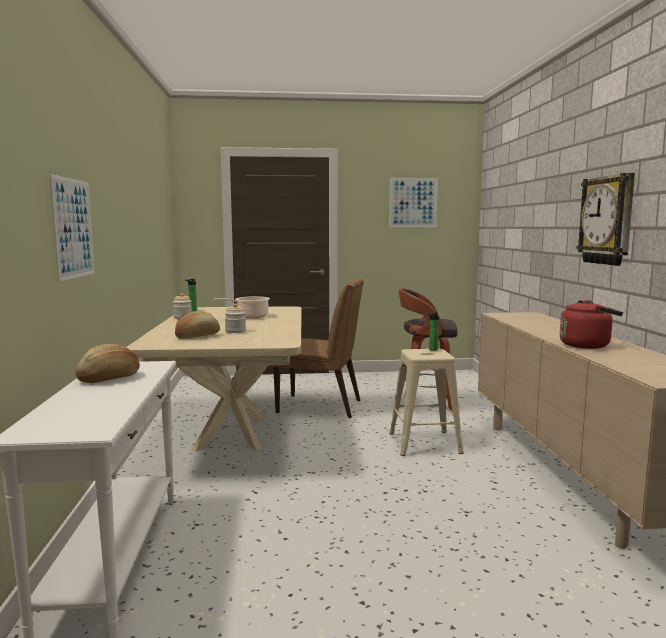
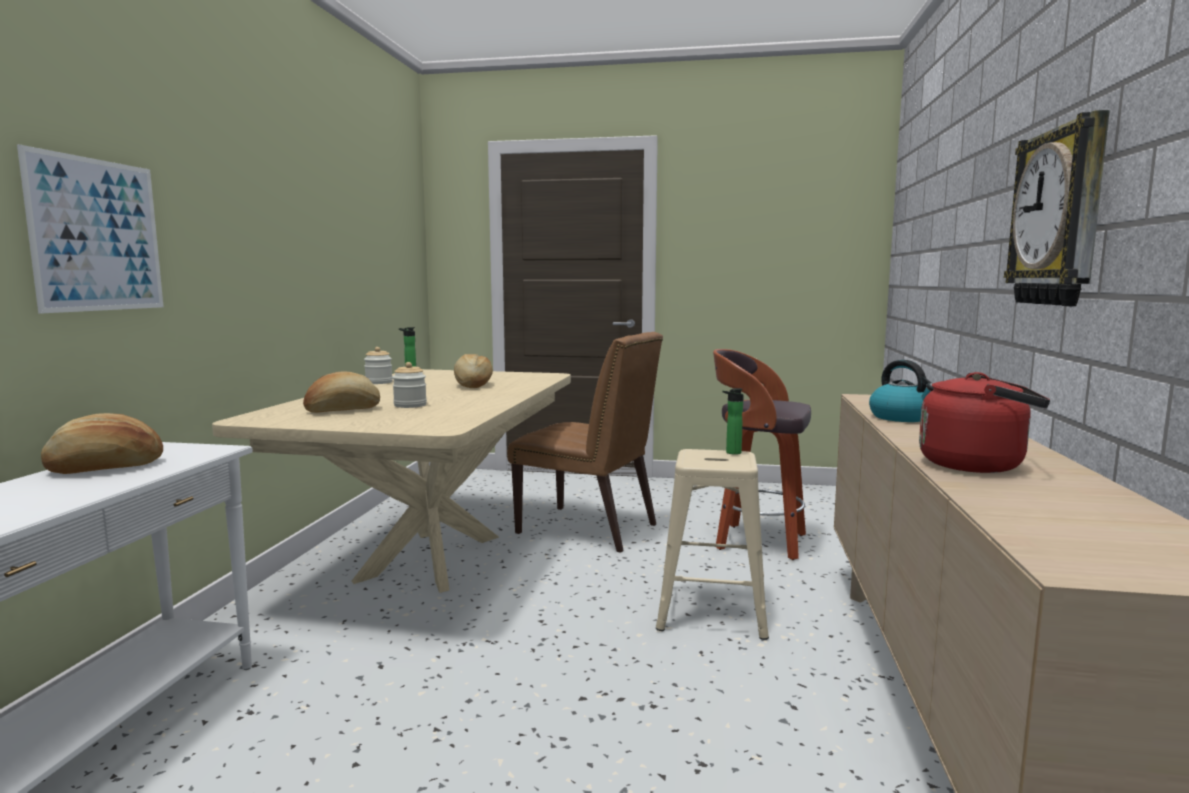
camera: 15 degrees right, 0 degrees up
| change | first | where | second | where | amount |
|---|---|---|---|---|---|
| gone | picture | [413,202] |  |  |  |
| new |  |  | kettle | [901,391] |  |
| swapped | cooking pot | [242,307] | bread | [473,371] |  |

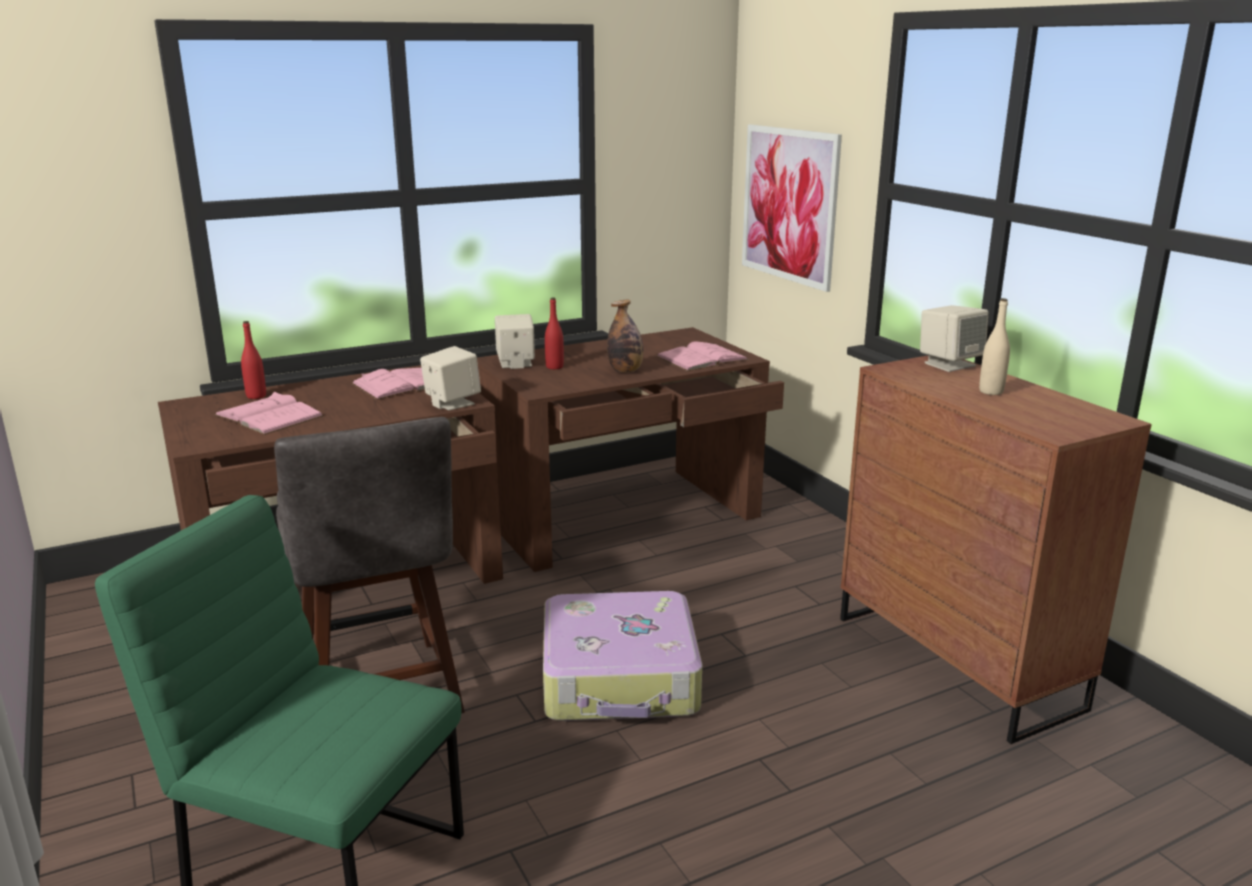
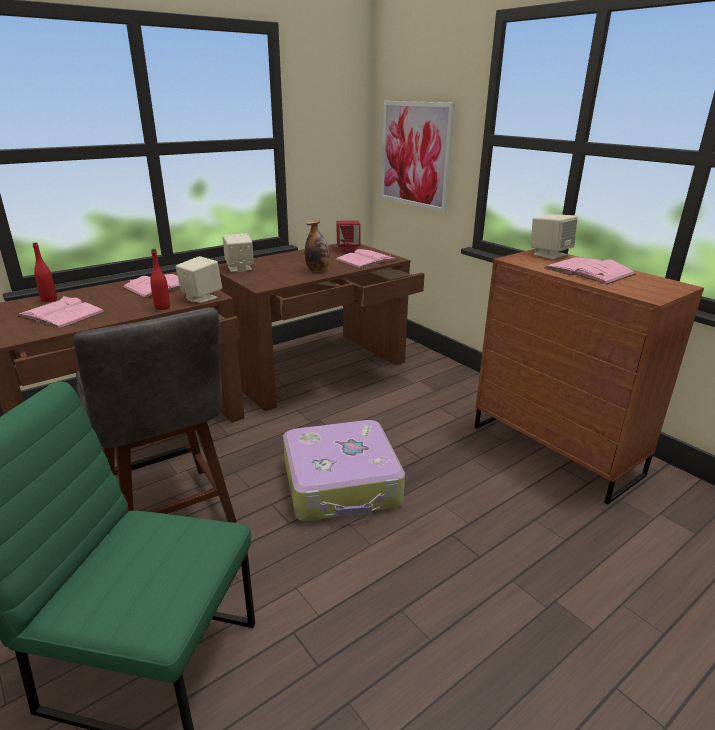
camera: 10 degrees left, 5 degrees up
| change | first | where | second | where | amount |
|---|---|---|---|---|---|
| new |  |  | red speaker | [348,236] |  |
| shifted | red bottle | [554,333] |  | [160,279] |  |
| swapped | beige bottle | [994,346] | pink book | [590,270] |  |

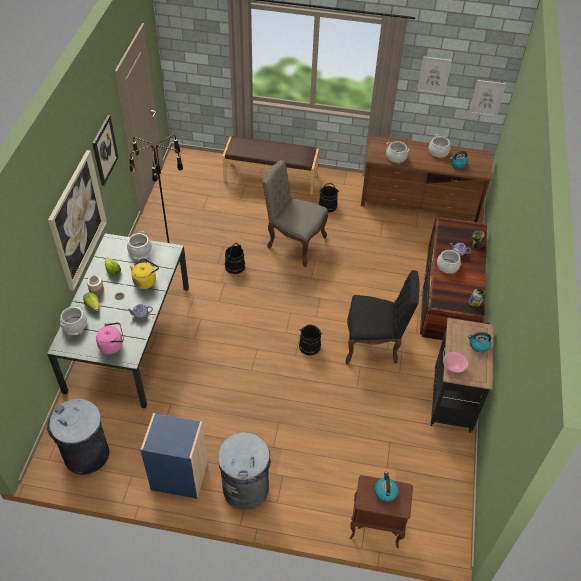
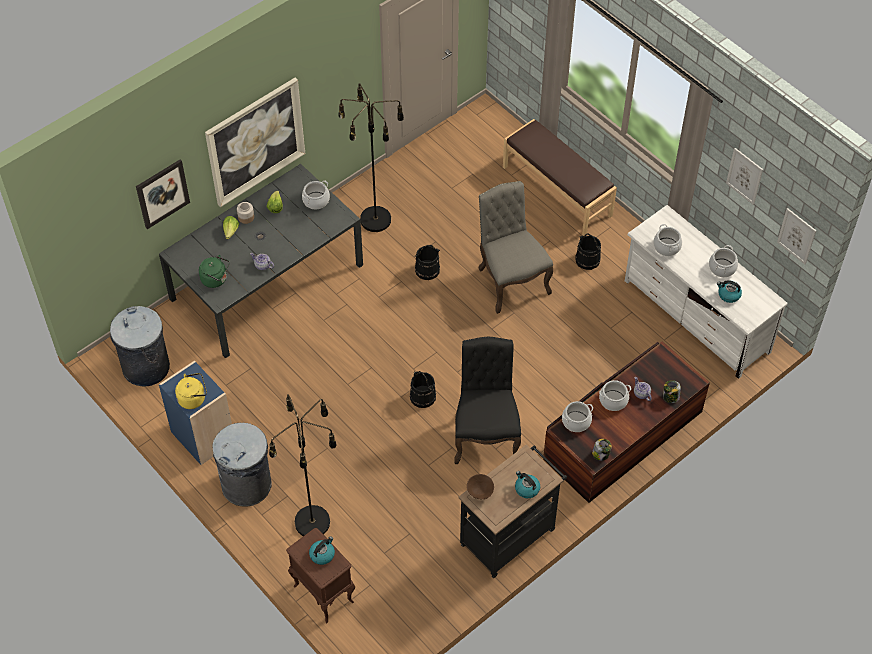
camera: 40 degrees right, 5 degrees up
| change | first | where | second | where | amount |
|---|---|---|---|---|---|
| new |  |  | floor lamp | [302,465] |  |
| shifted | cooking pot | [73,319] |  | [577,416] |  |
| shifted | picture | [105,150] |  | [163,194] |  |
| shifted | yellow kettle | [144,273] |  | [191,391] |  |
| repainted | pink kettle | [110,338] | green kettle | [214,271] |  |
| repainted | brown dresser | [426,178] | white dresser | [706,292] |  |
| repainted | pink bowl | [455,362] | brown bowl | [480,486] |  |
| rotated | black chair | [383,317] |  | [487,400] | 135 degrees counterclockwise |

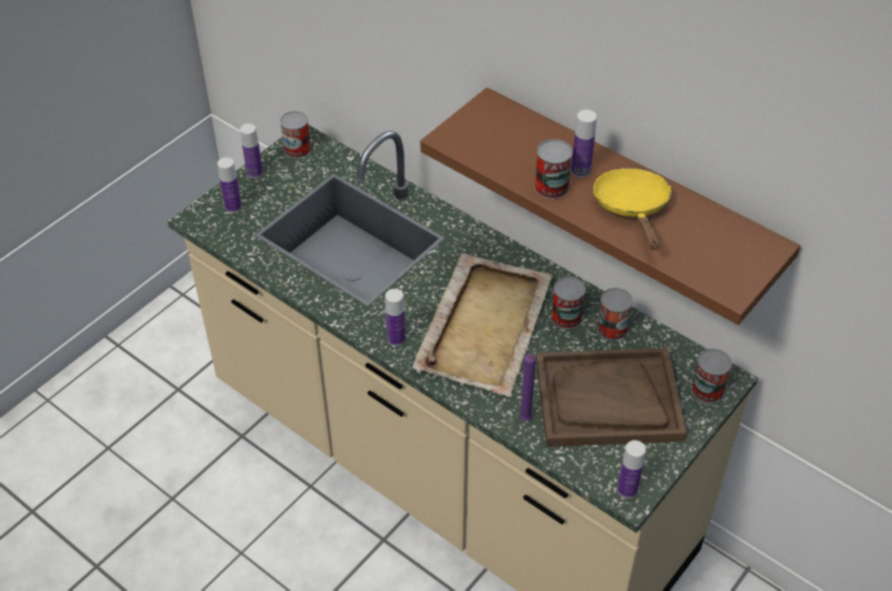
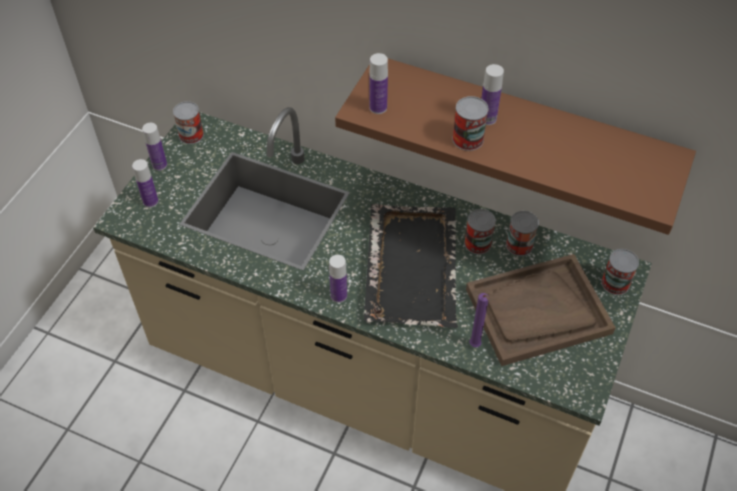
camera: 15 degrees left, 5 degrees up
| change | first | where | second | where | amount |
|---|---|---|---|---|---|
| gone | yellow frying pan | [632,209] |  |  |  |
| shifted | bottle | [631,469] |  | [378,83] |  |
| repainted | beige tray | [482,325] | black tray | [411,266] |  |

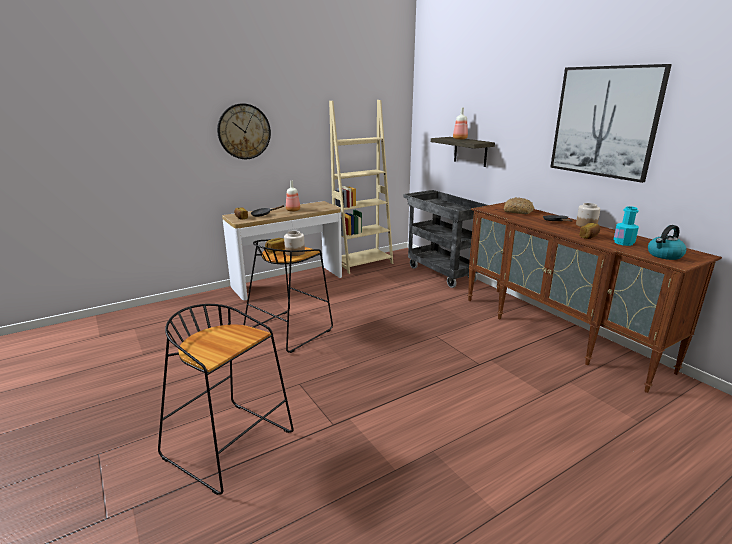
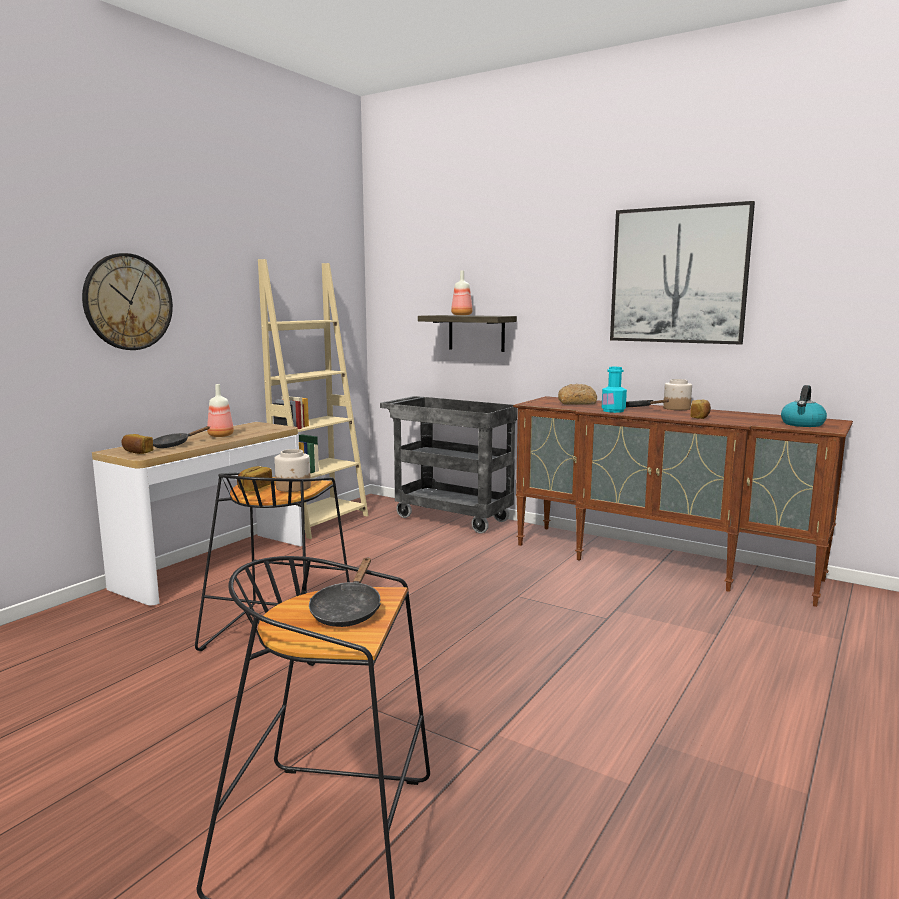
camera: 25 degrees left, 10 degrees down
| change | first | where | second | where | amount |
|---|---|---|---|---|---|
| new |  |  | black frying pan | [345,592] |  |
| shifted | turquoise bottle | [626,226] |  | [614,390] |  |

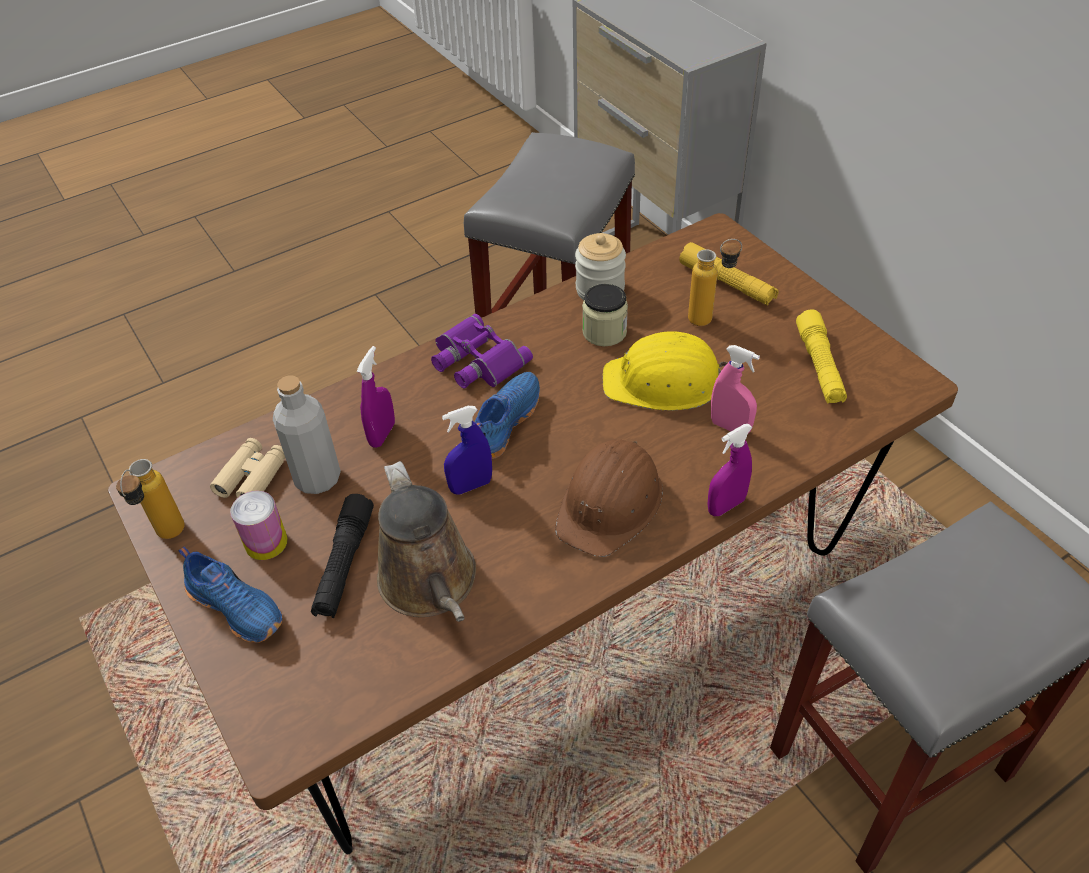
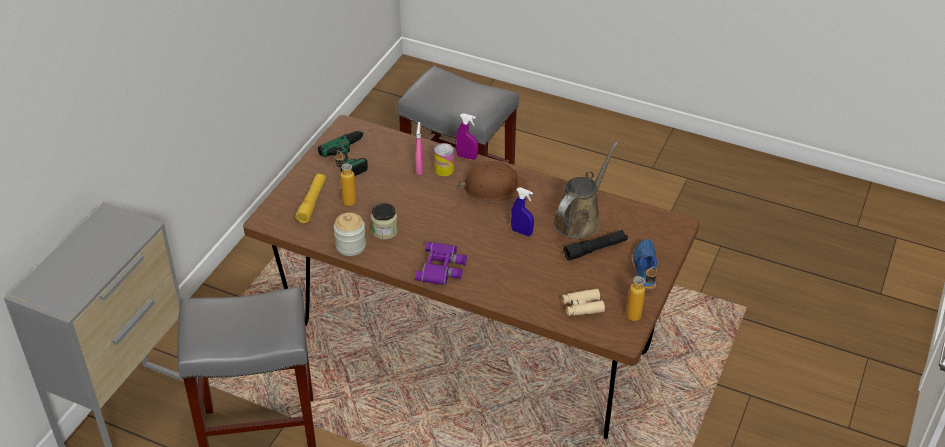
camera: 125 degrees left, 5 degrees down
| change | first | where | second | where | amount |
|---|---|---|---|---|---|
| gone | grey bottle | [307,434] |  |  |  |
| gone | purple spray bottle | [376,397] |  |  |  |
| gone | blue shoe | [507,415] |  |  |  |
| gone | yellow hard hat | [665,371] |  |  |  |
| shifted | can | [259,525] |  | [444,159] |  |
| swapped | yellow flashlight | [821,356] | power drill | [345,152] |  |

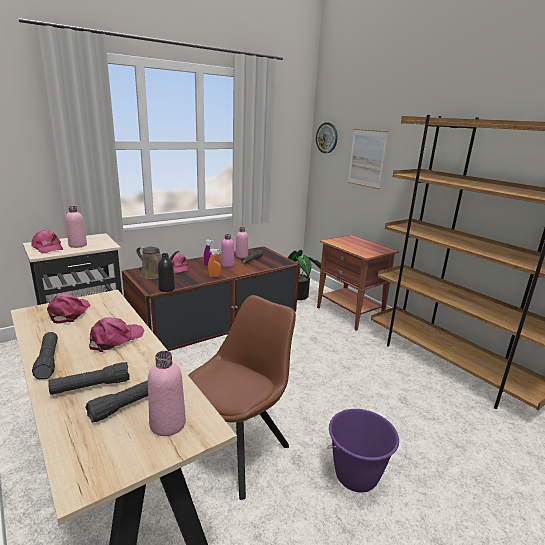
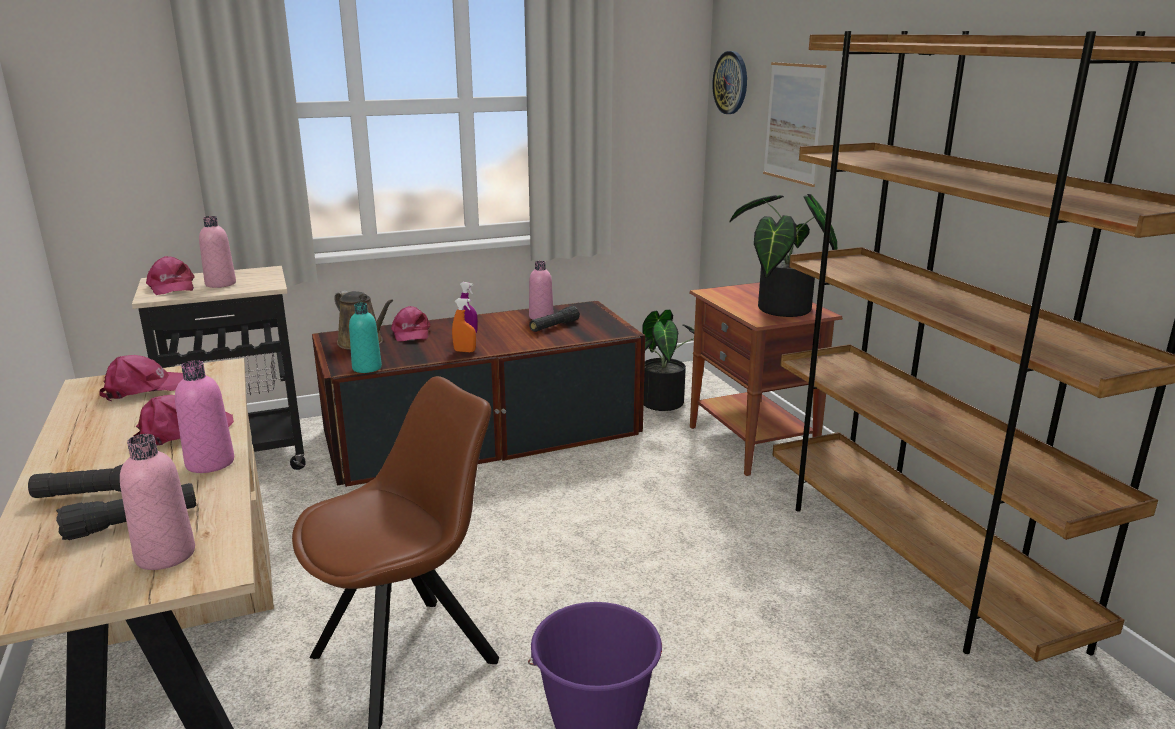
camera: 15 degrees right, 0 degrees up
| change | first | where | second | where | amount |
|---|---|---|---|---|---|
| gone | black flashlight | [45,355] |  |  |  |
| new |  |  | potted plant | [783,255] |  |
| shifted | pink bottle | [227,250] |  | [204,416] |  |
| repainted | black bottle | [166,272] | turquoise bottle | [365,338] |  |
| rotated | pink cap | [69,308] |  | [141,378] | 45 degrees clockwise |

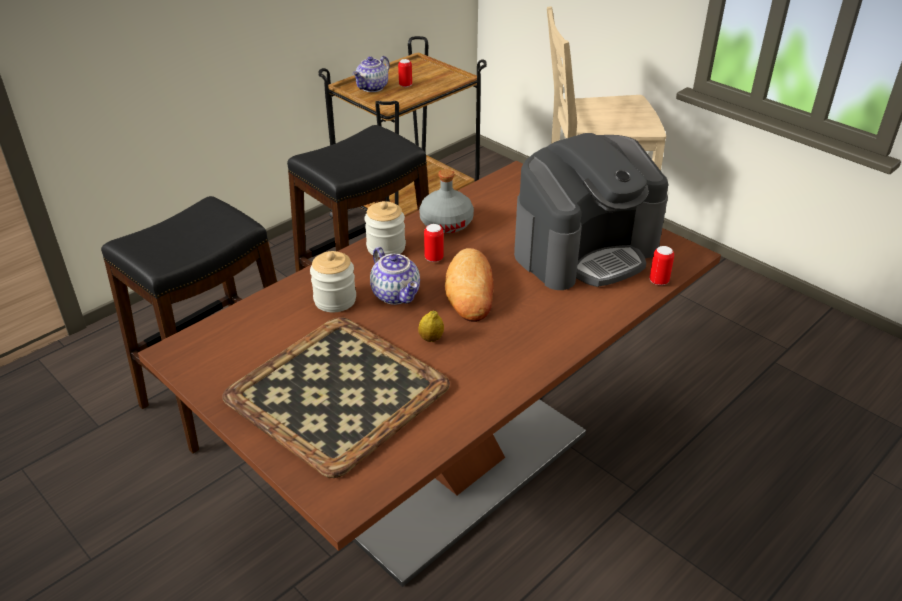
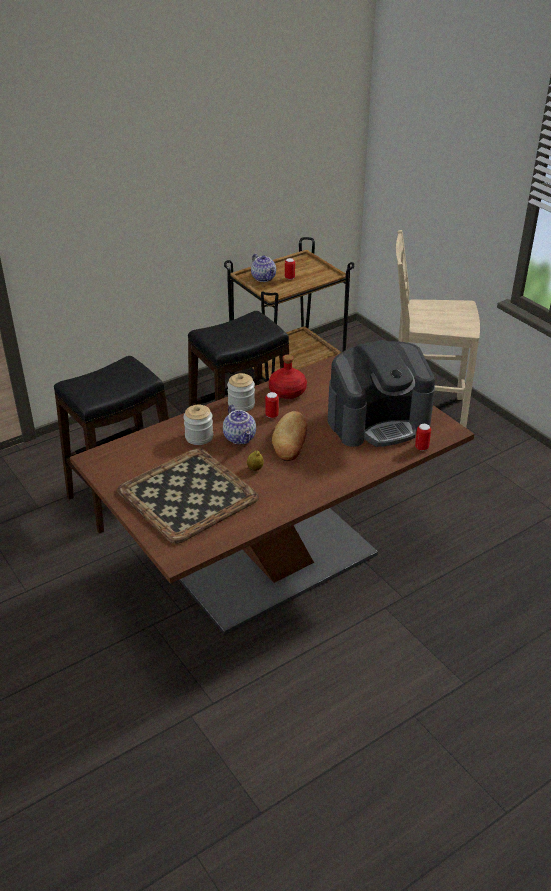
camera: 10 degrees right, 0 degrees up
| change | first | where | second | where | amount |
|---|---|---|---|---|---|
| repainted | grey bottle | [446,201] | red bottle | [288,377] |  |
| rotated | teapot | [371,74] |  | [263,268] | 75 degrees counterclockwise |

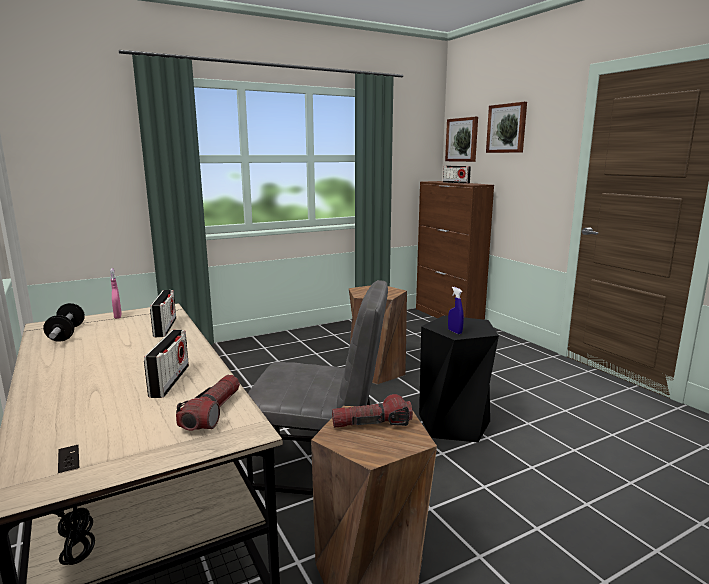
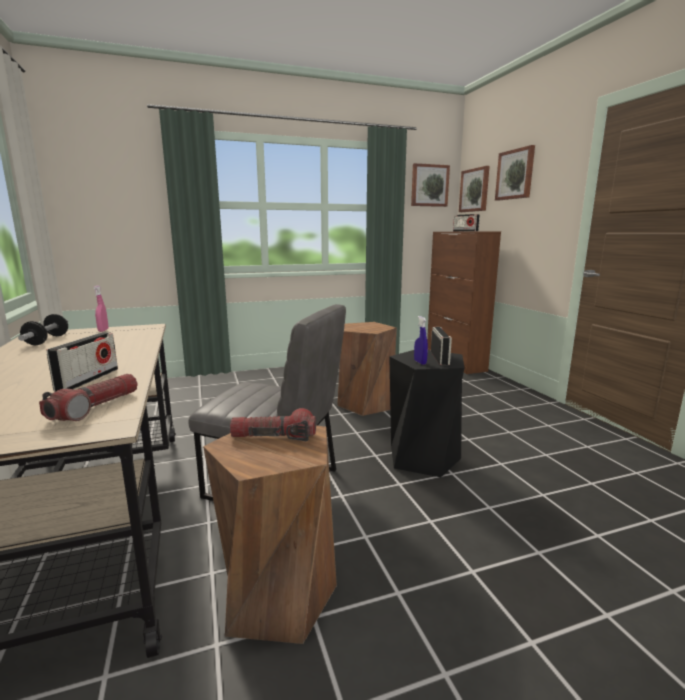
camera: 10 degrees right, 0 degrees up
| change | first | where | second | where | amount |
|---|---|---|---|---|---|
| new |  |  | picture | [430,185] |  |
| shifted | radio | [163,313] |  | [441,346] |  |

